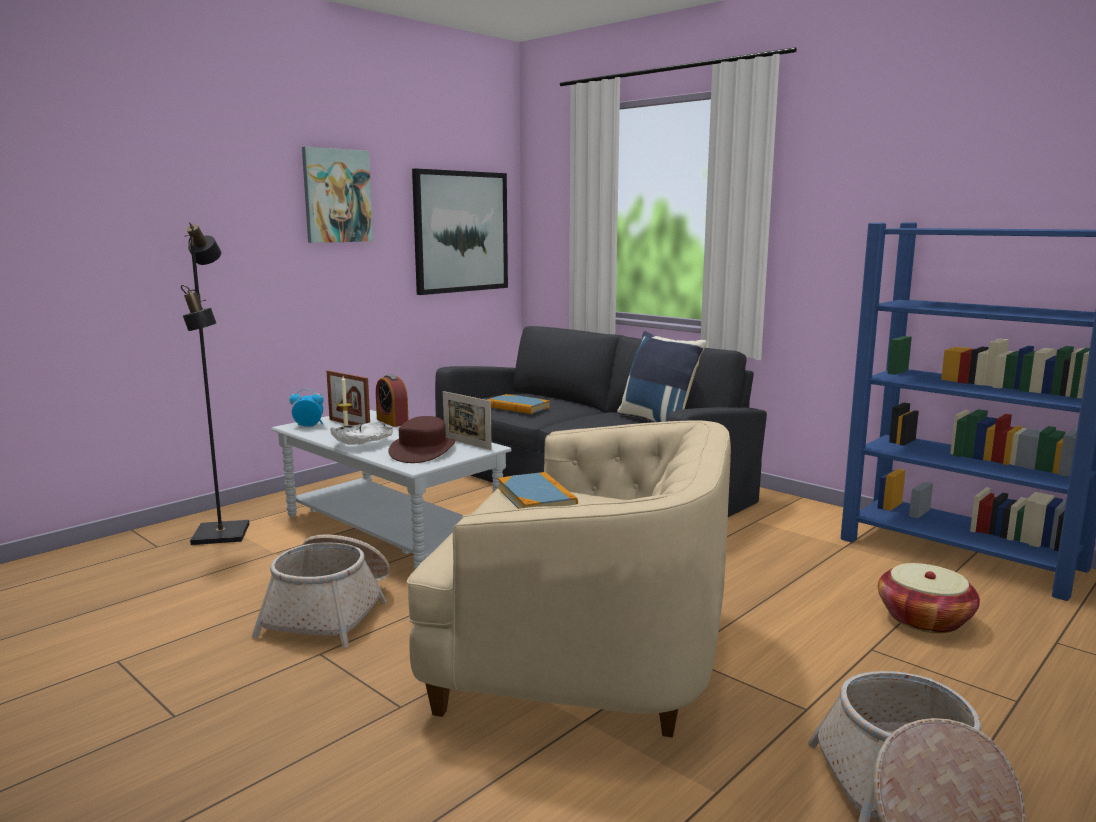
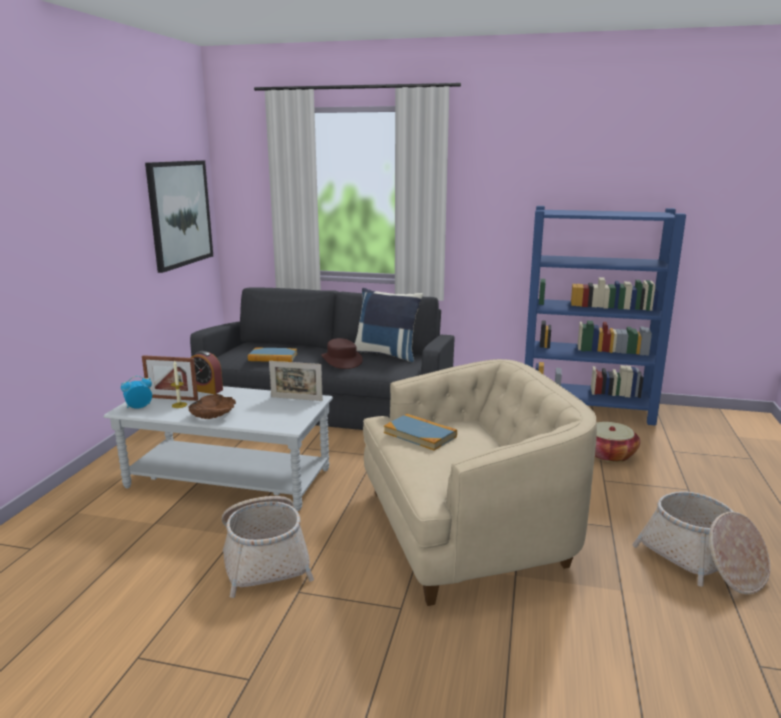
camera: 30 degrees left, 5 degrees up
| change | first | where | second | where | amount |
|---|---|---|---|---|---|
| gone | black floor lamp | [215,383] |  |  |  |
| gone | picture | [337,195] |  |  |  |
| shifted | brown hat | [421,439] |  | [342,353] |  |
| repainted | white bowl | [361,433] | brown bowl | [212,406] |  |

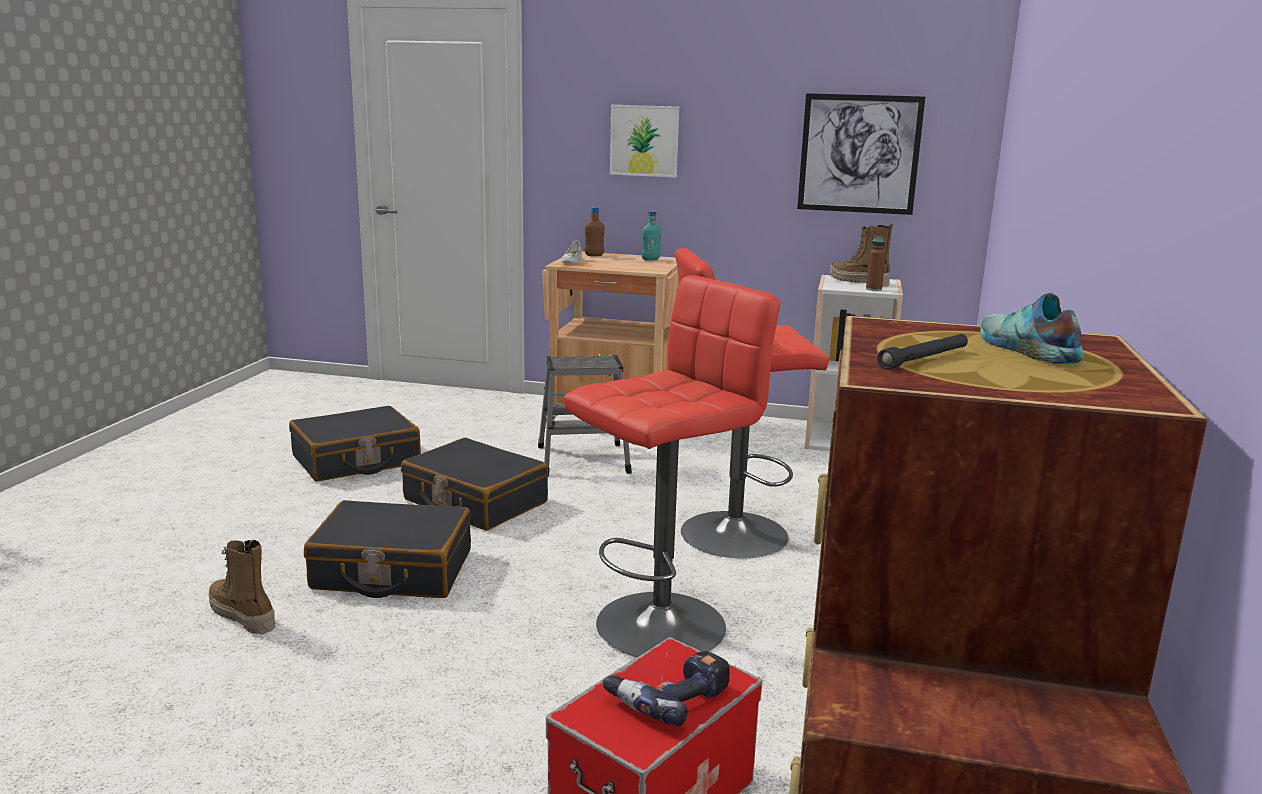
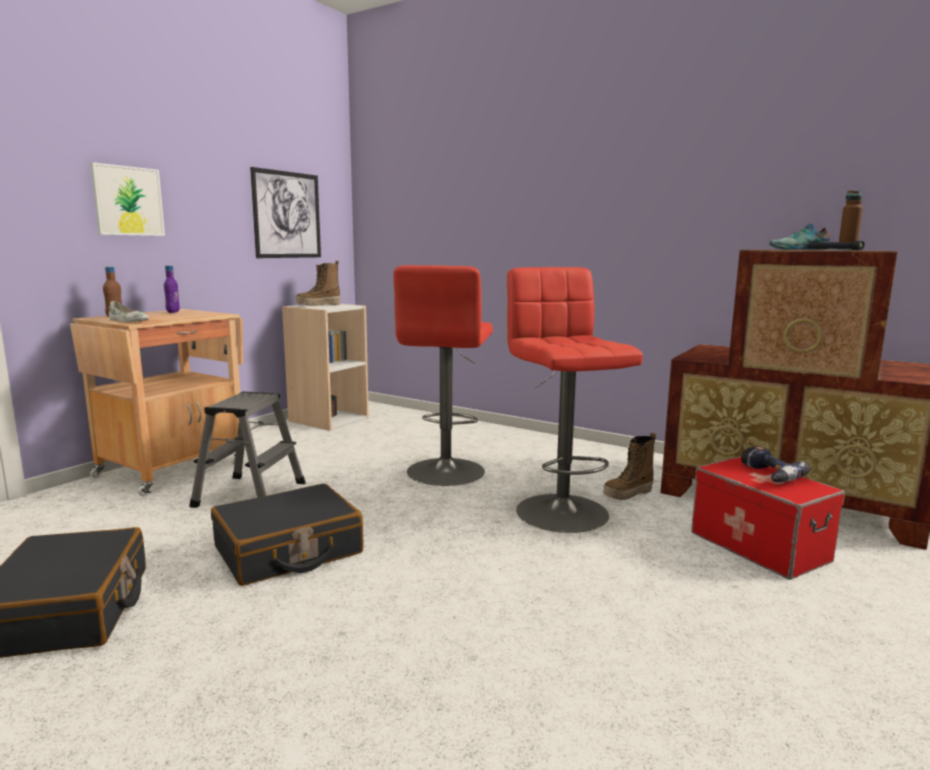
camera: 70 degrees left, 5 degrees down
| change | first | where | second | where | amount |
|---|---|---|---|---|---|
| gone | black suitcase | [387,549] |  |  |  |
| shifted | boot | [241,587] |  | [629,466] |  |
| shifted | brown bottle | [876,263] |  | [850,220] |  |
| repainted | turquoise bottle | [651,235] | purple bottle | [172,289] |  |

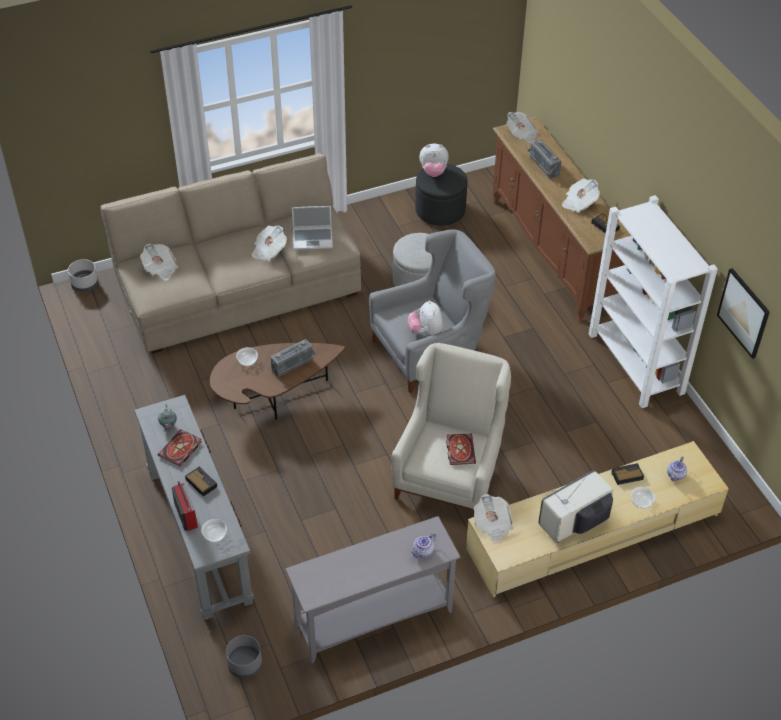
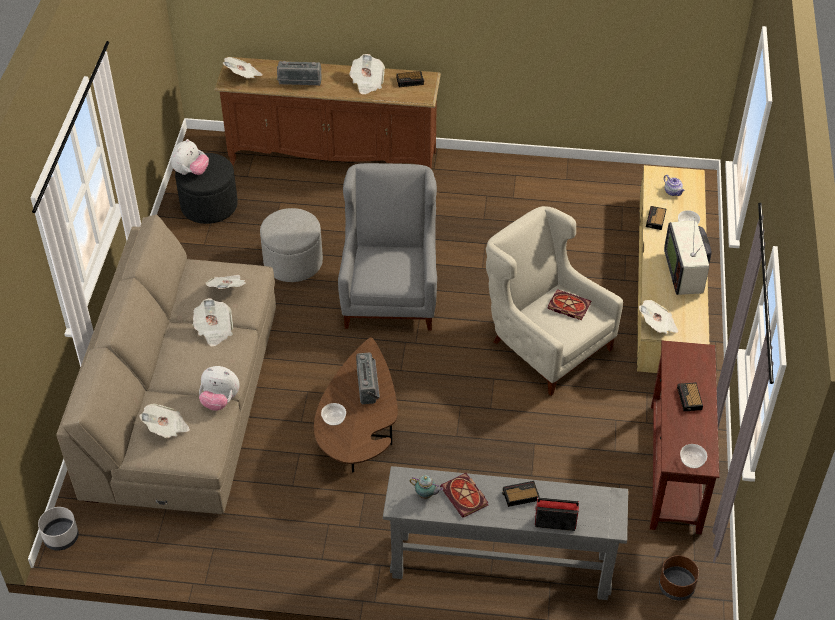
camera: 60 degrees left, 0 degrees up
| change | first | where | second | where | amount |
|---|---|---|---|---|---|
| gone | teapot | [423,545] |  |  |  |
| gone | white bookcase | [653,301] |  |  |  |
| gone | picture | [743,313] |  |  |  |
| new |  |  | alarm clock | [690,396] |  |
| shifted | bowl | [214,530] |  | [693,456] |  |
| shifted | plush toy | [425,317] |  | [219,388] |  |
| swapped | laptop | [312,228] | newspaper | [225,282] |  |
| repainted | grey planter | [244,656] | brown planter | [679,577] |  |
| repainted | grey console table | [373,589] | brown console table | [684,437] |  |

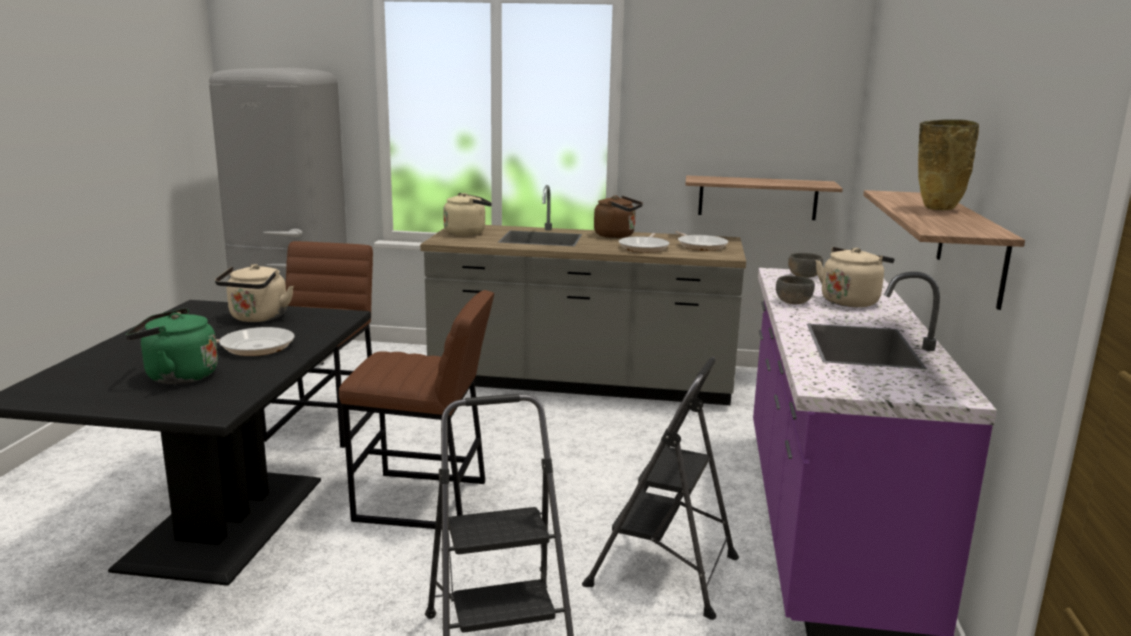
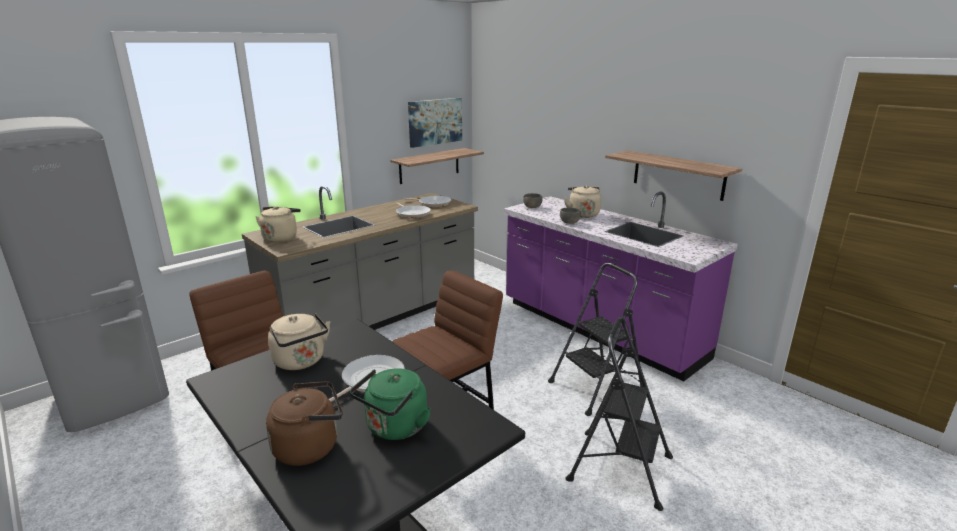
camera: 50 degrees left, 5 degrees up
| change | first | where | second | where | amount |
|---|---|---|---|---|---|
| gone | beige vase | [948,164] |  |  |  |
| new |  |  | picture | [435,123] |  |
| shifted | brown kettle | [618,217] |  | [304,423] |  |

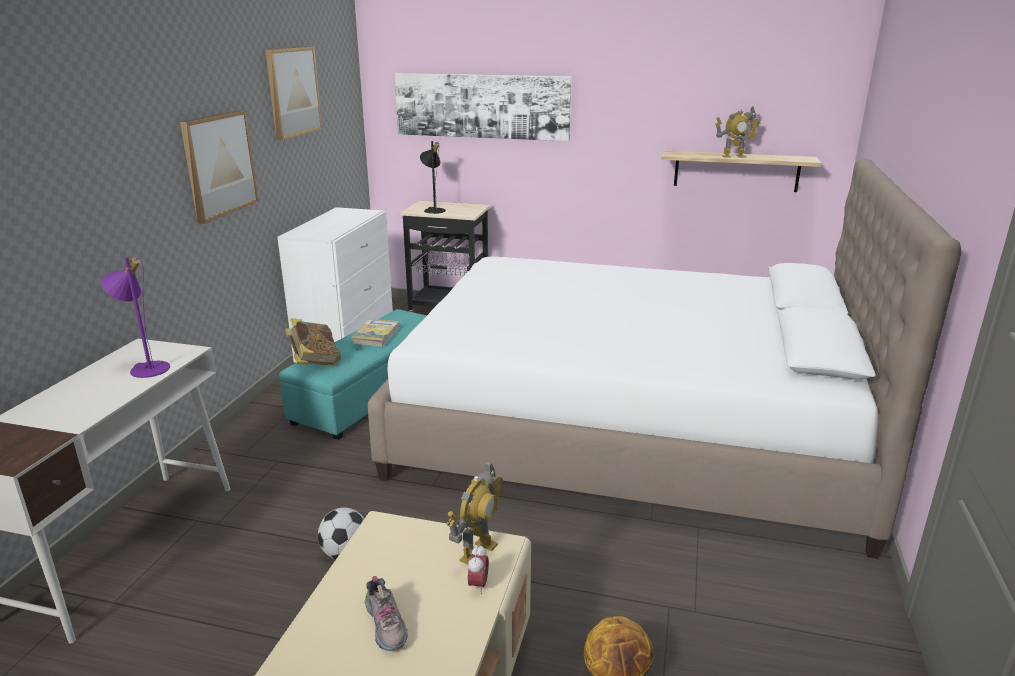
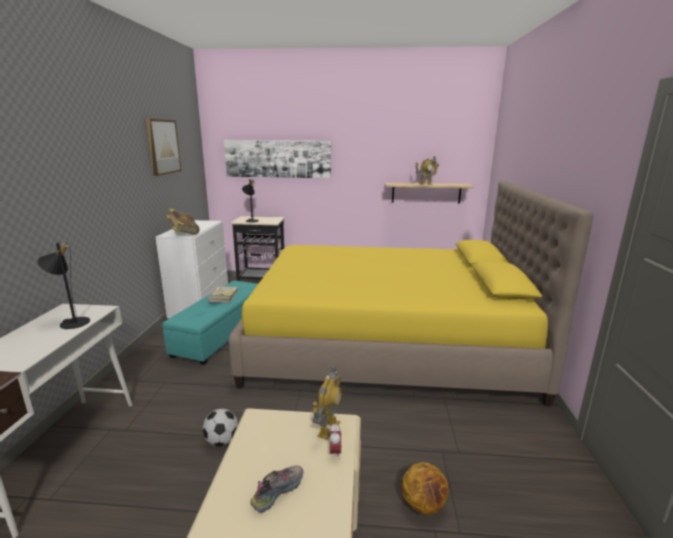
camera: 10 degrees left, 5 degrees down
| change | first | where | second | where | amount |
|---|---|---|---|---|---|
| gone | picture | [219,167] |  |  |  |
| shifted | book | [312,342] |  | [182,221] |  |
| repainted | purple table lamp | [135,317] | black table lamp | [64,286] |  |
| repainted | white bed | [664,359] | yellow bed | [411,293] |  |
| rotated | shoe | [386,613] |  | [277,489] | 105 degrees counterclockwise |

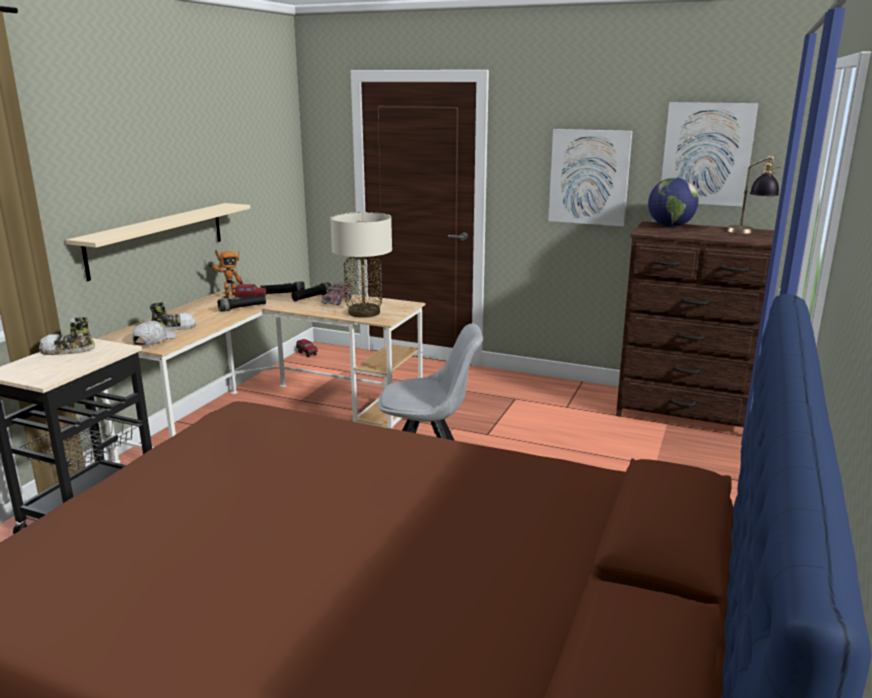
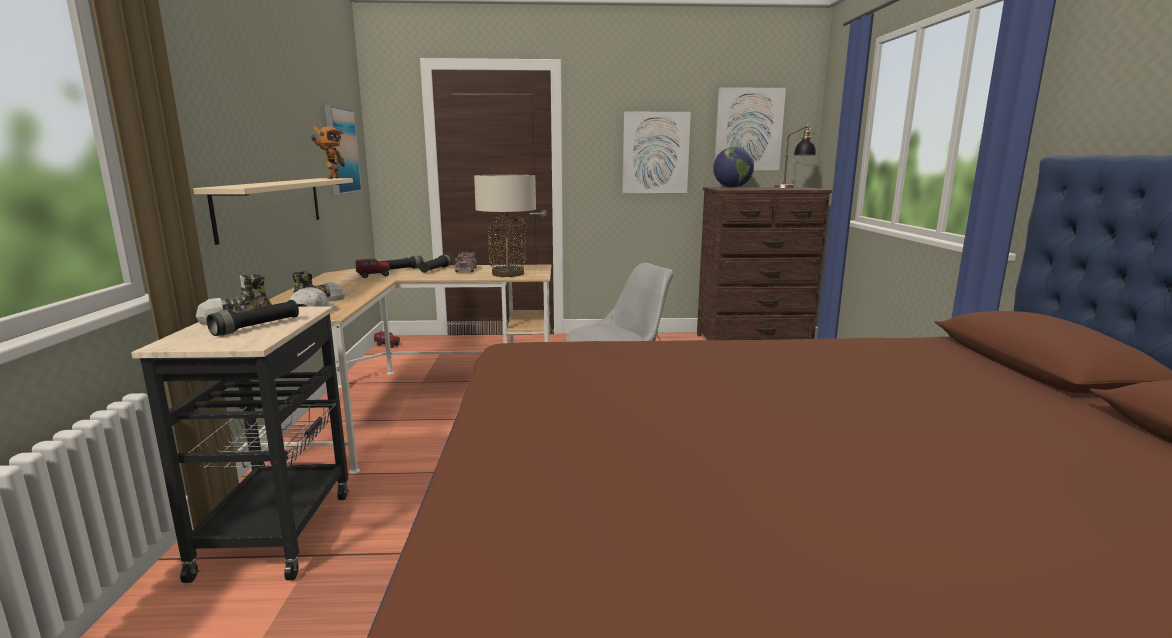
camera: 25 degrees left, 5 degrees down
| change | first | where | second | where | amount |
|---|---|---|---|---|---|
| new |  |  | picture | [343,150] |  |
| shifted | toy robot | [225,274] |  | [328,152] |  |
| shifted | black flashlight | [242,303] |  | [253,318] |  |

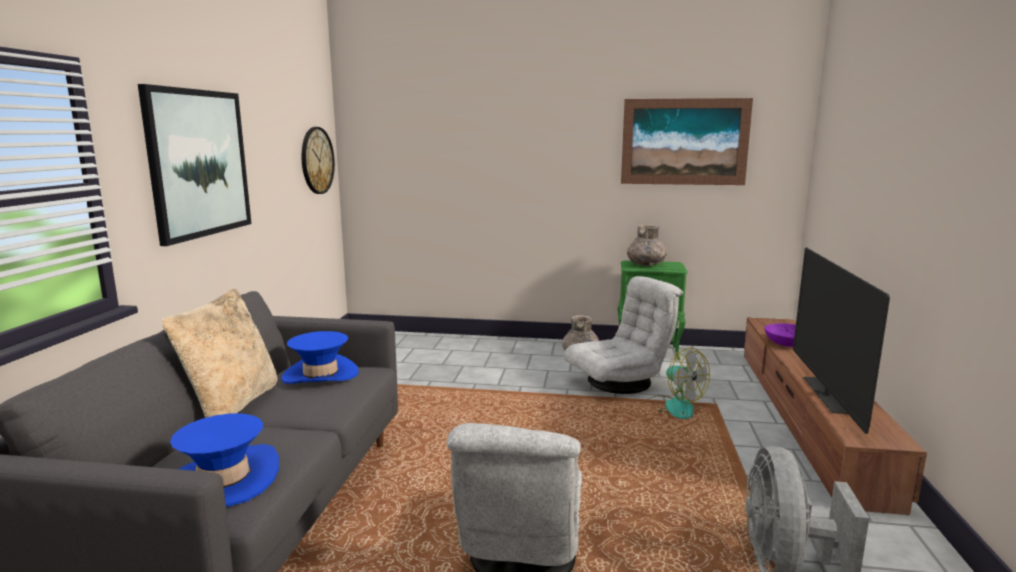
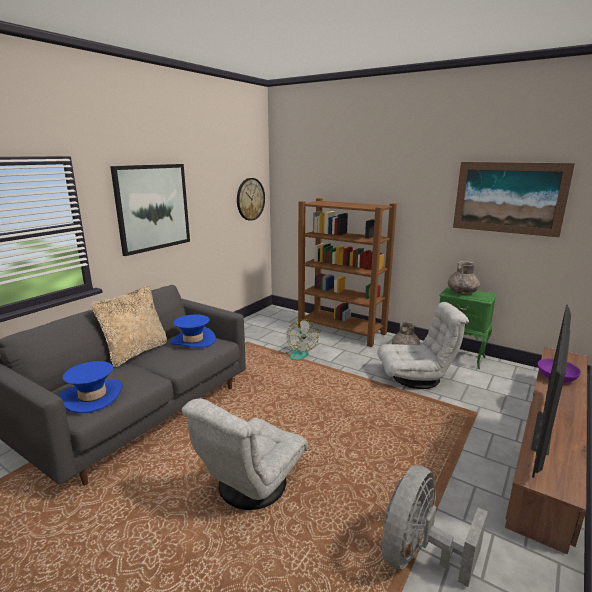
camera: 25 degrees right, 5 degrees up
| change | first | where | second | where | amount |
|---|---|---|---|---|---|
| new |  |  | brown bookcase | [347,272] |  |
| shifted | fan | [679,383] |  | [300,339] |  |

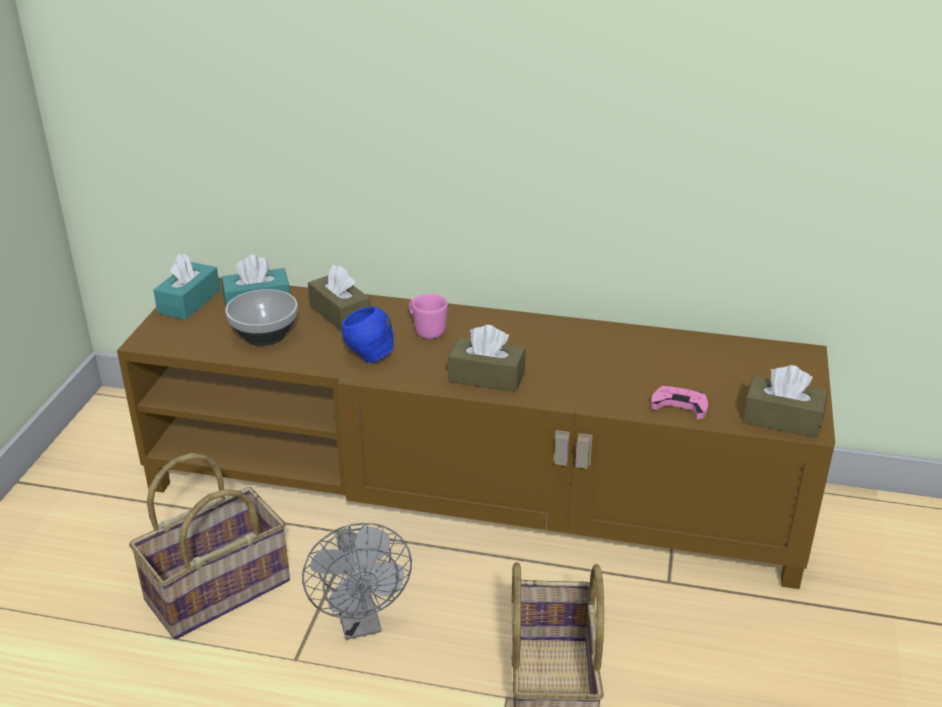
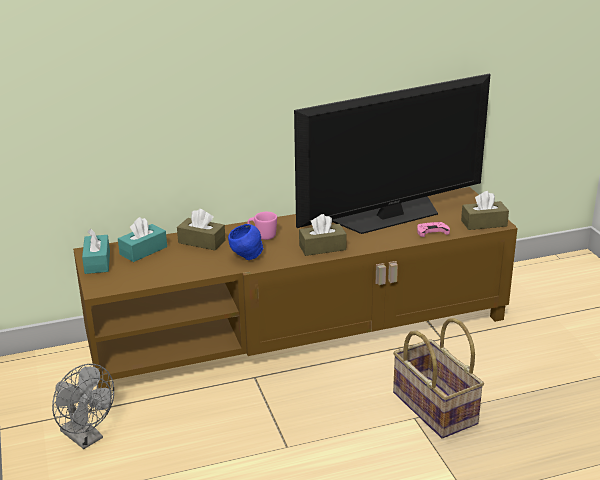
camera: 30 degrees left, 5 degrees down
| change | first | where | second | where | amount |
|---|---|---|---|---|---|
| gone | basket | [209,546] |  |  |  |
| gone | bowl | [261,317] |  |  |  |
| new |  |  | television | [392,154] |  |
| shifted | grey fan | [357,581] |  | [83,406] |  |

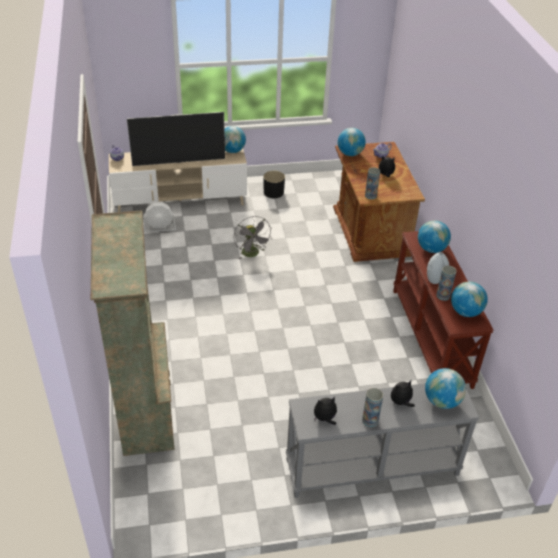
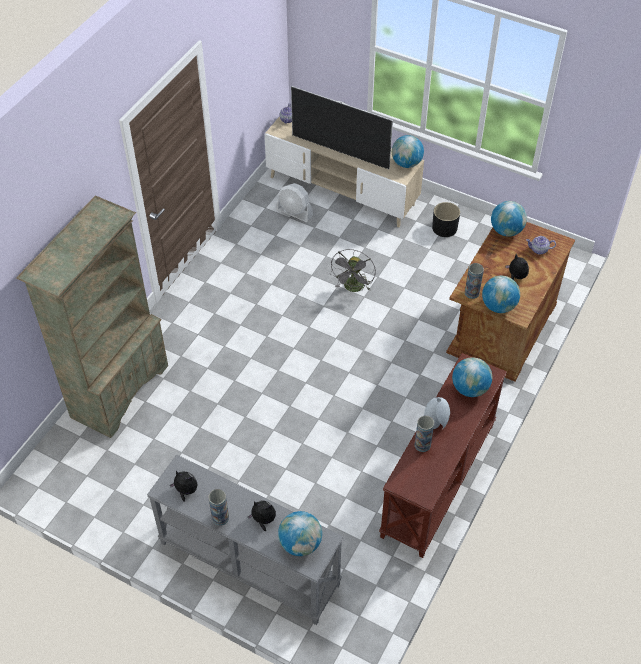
camera: 40 degrees right, 10 degrees up
| change | first | where | second | where | amount |
|---|---|---|---|---|---|
| shifted | globe | [469,299] |  | [501,294] |  |

